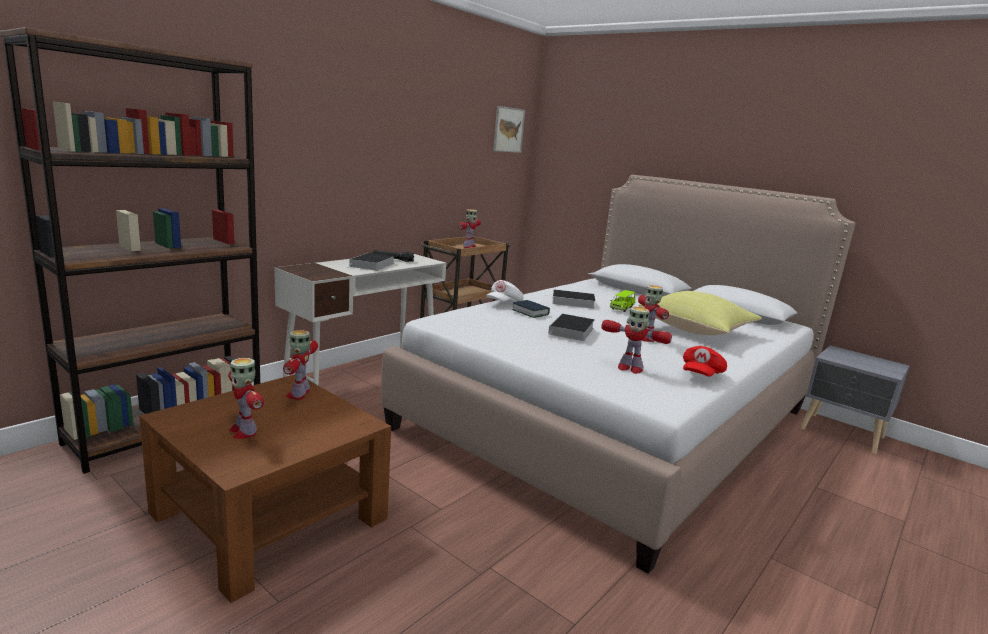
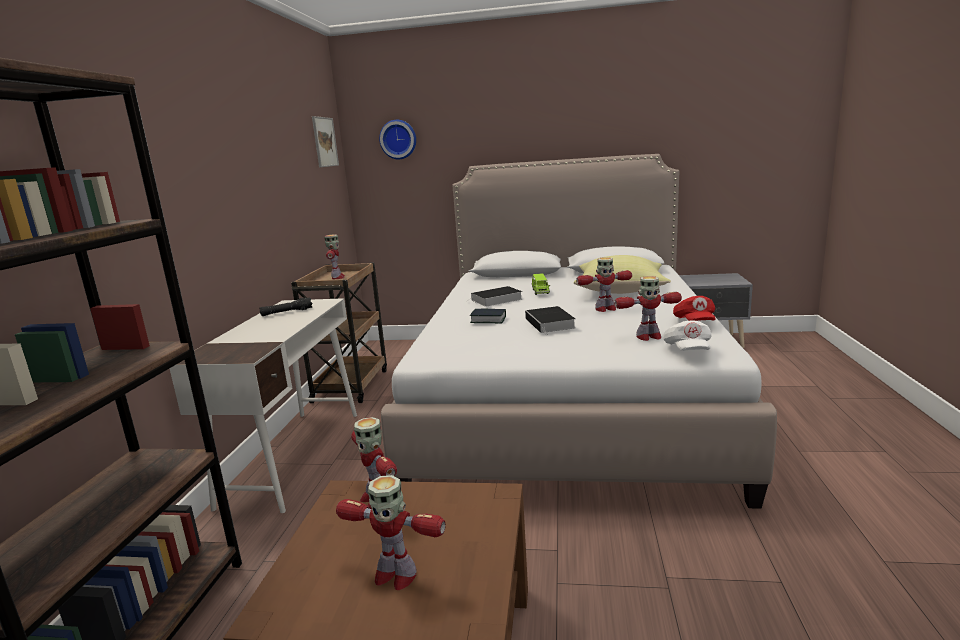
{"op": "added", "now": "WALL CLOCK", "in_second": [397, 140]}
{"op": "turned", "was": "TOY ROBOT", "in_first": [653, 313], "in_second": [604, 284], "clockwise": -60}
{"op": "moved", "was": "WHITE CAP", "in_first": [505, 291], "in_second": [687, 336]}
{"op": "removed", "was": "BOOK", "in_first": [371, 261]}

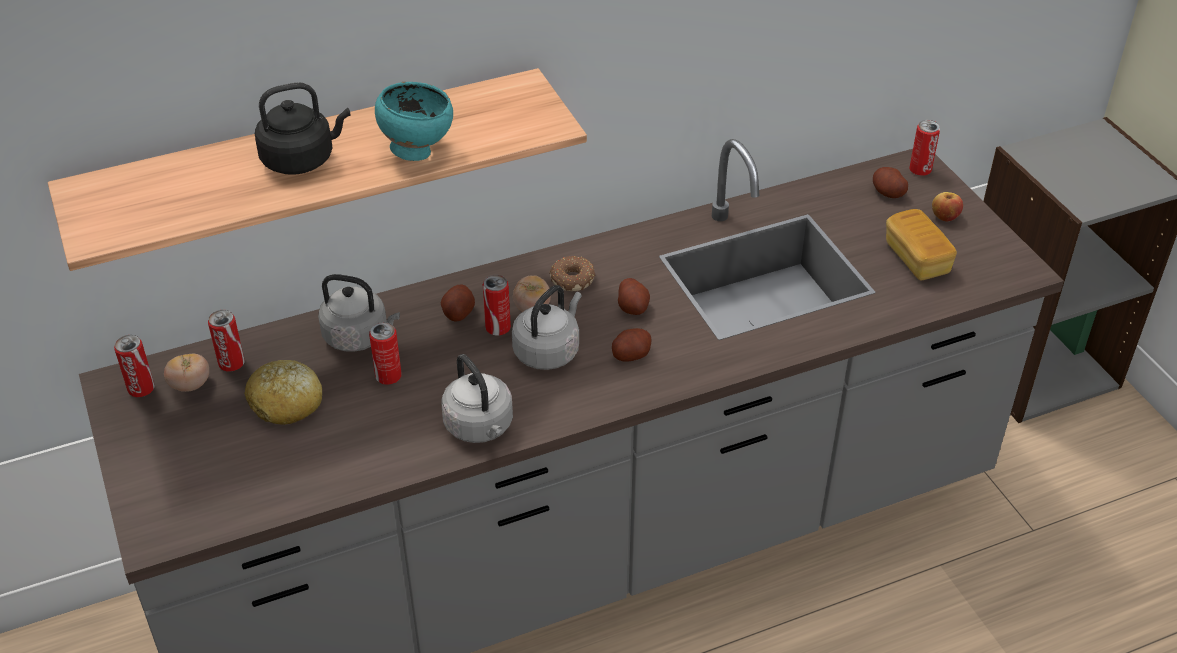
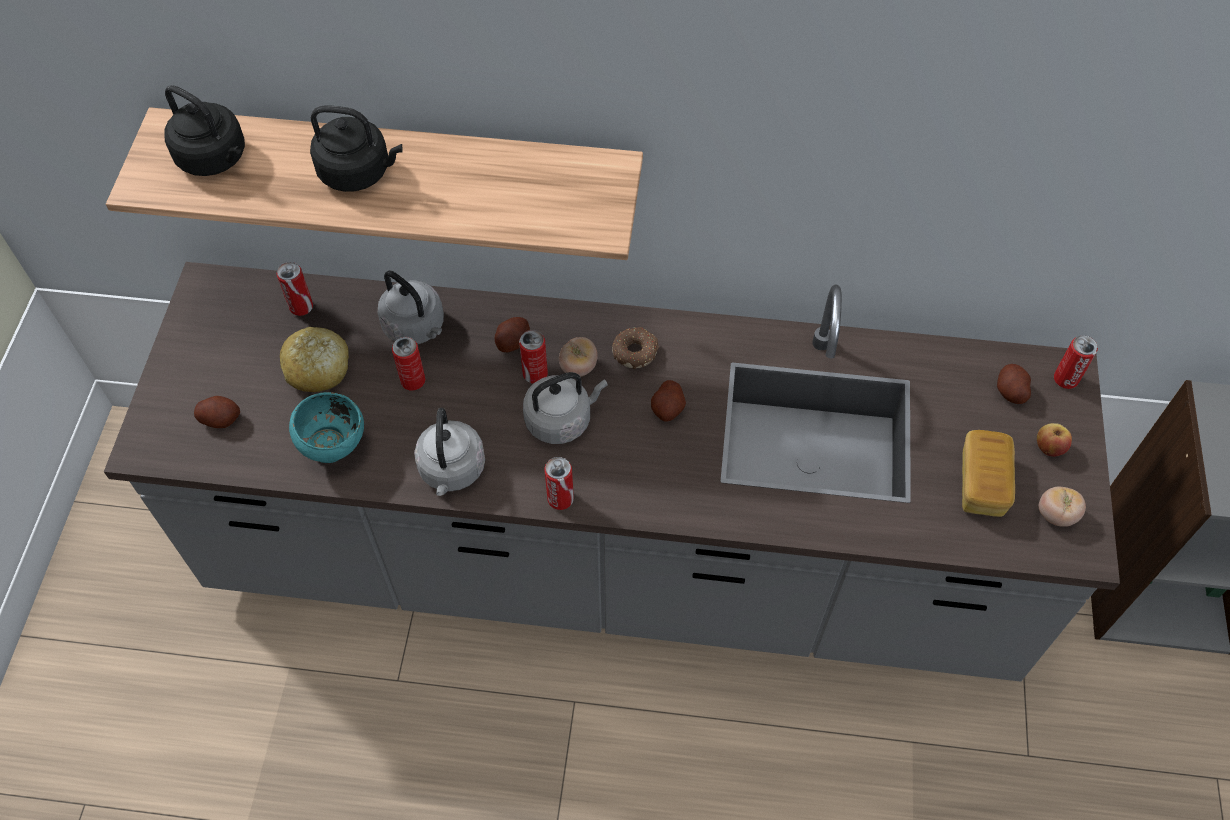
{"op": "added", "now": "BLACK KETTLE", "in_second": [204, 130]}
{"op": "moved", "was": "POTATO", "in_first": [631, 344], "in_second": [217, 412]}
{"op": "moved", "was": "TURQUOISE BOWL", "in_first": [414, 121], "in_second": [326, 427]}
{"op": "moved", "was": "CAN", "in_first": [134, 366], "in_second": [559, 483]}
{"op": "moved", "was": "TOMATO", "in_first": [186, 373], "in_second": [1062, 507]}

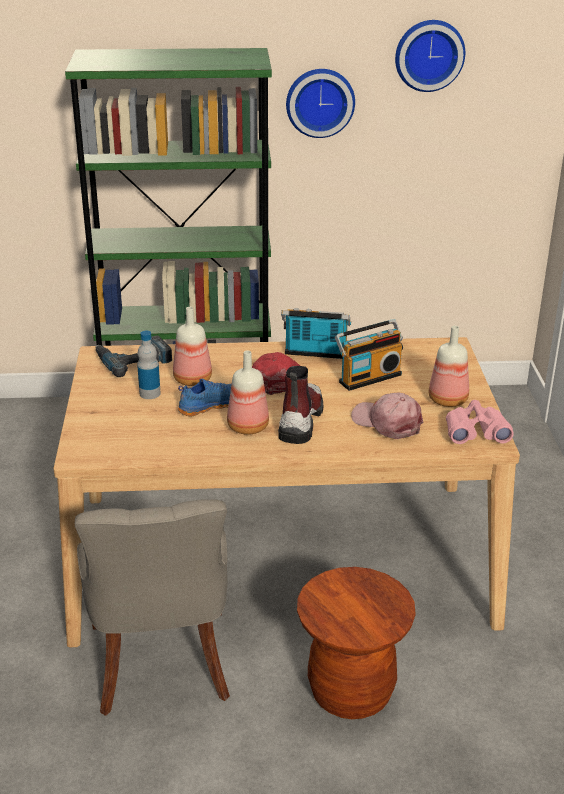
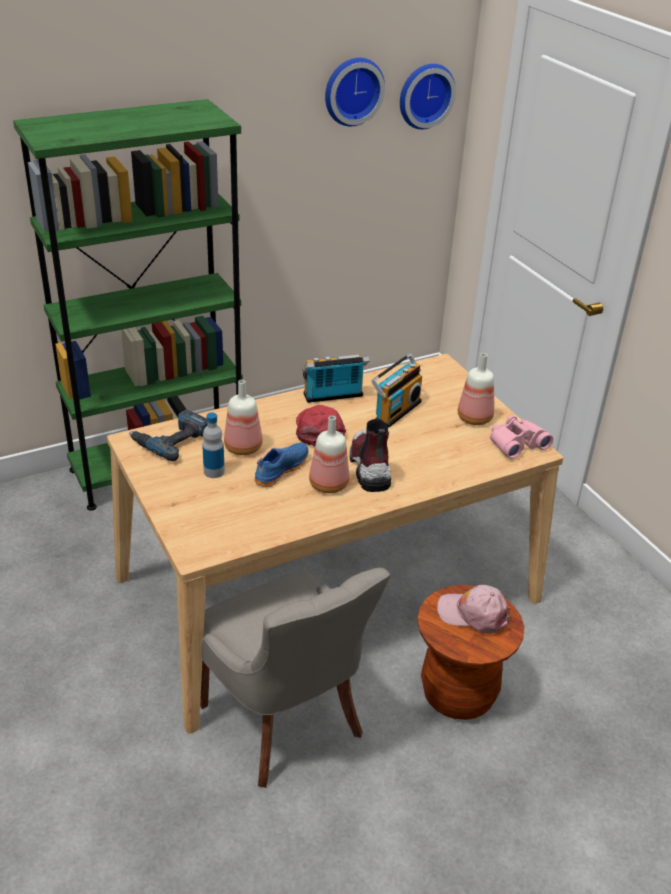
{"op": "moved", "was": "WALL CLOCK", "in_first": [320, 103], "in_second": [428, 96]}
{"op": "moved", "was": "PINK CAP", "in_first": [387, 415], "in_second": [473, 609]}

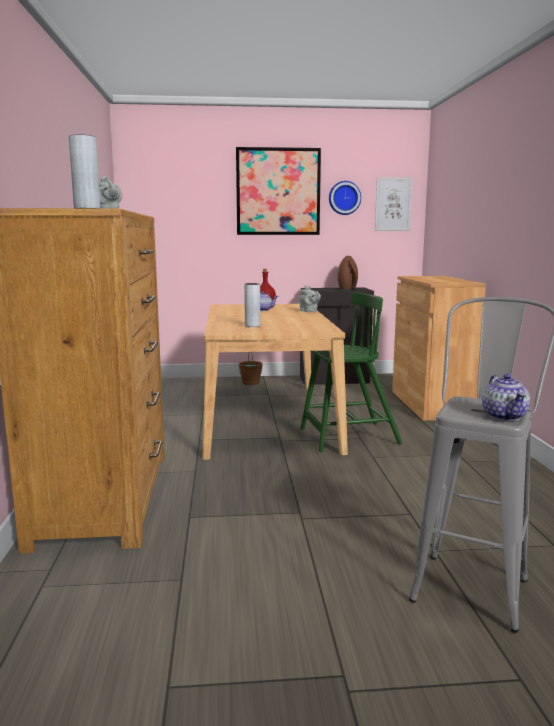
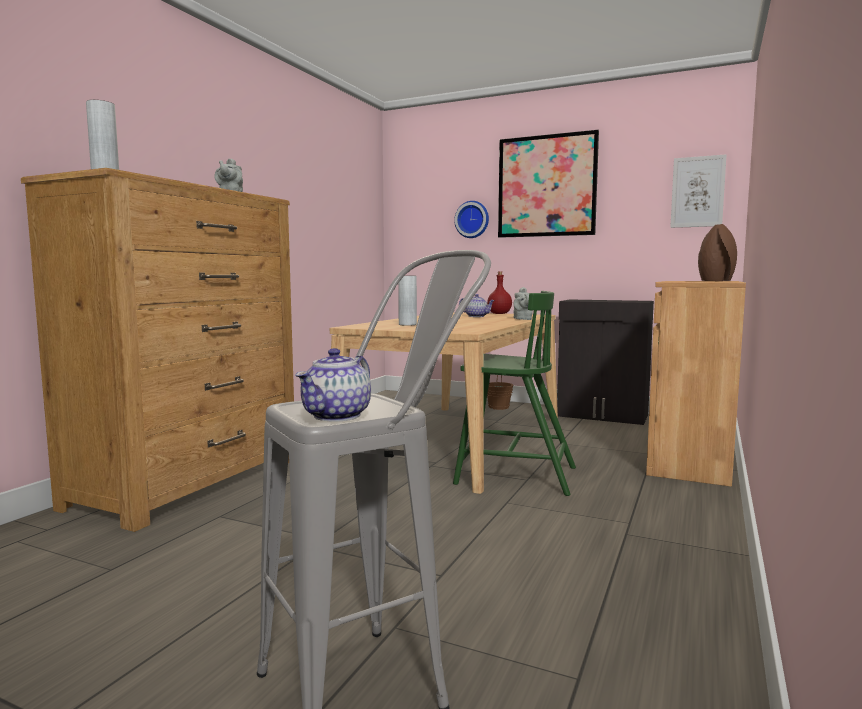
{"op": "moved", "was": "WALL CLOCK", "in_first": [345, 198], "in_second": [471, 219]}
{"op": "moved", "was": "BROWN VASE", "in_first": [347, 272], "in_second": [717, 252]}

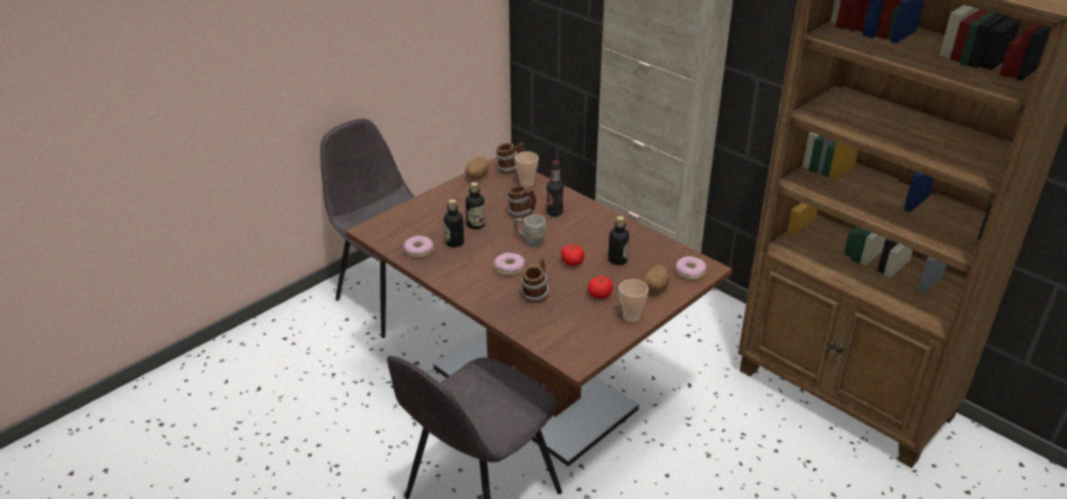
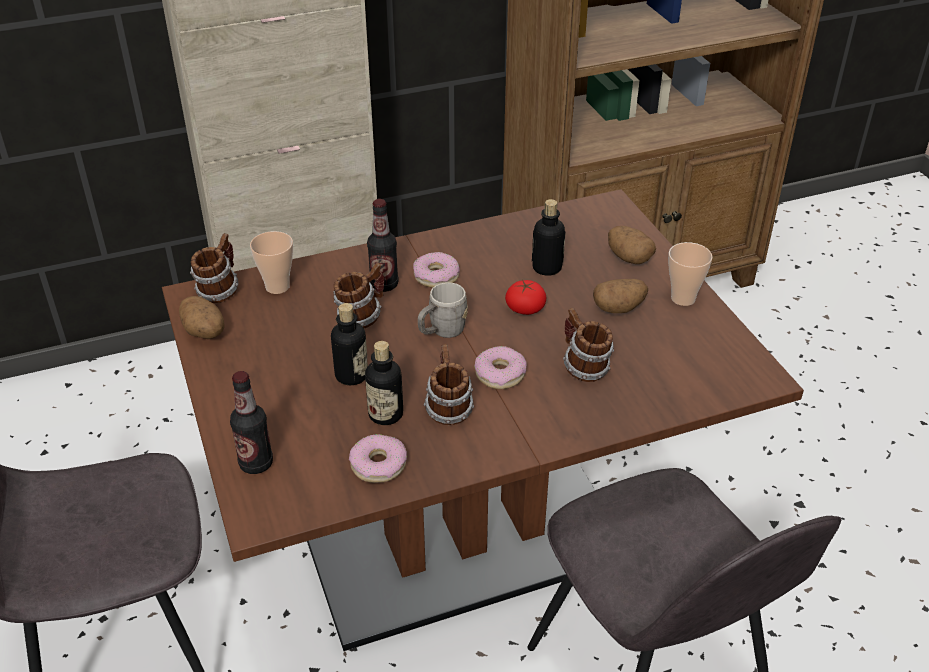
{"op": "added", "now": "BOTTLE", "in_second": [251, 422]}
{"op": "moved", "was": "DONUT", "in_first": [691, 268], "in_second": [436, 270]}
{"op": "added", "now": "MUG", "in_second": [449, 384]}
{"op": "replaced", "was": "TOMATO", "now": "POTATO", "in_first": [600, 287], "in_second": [620, 296]}

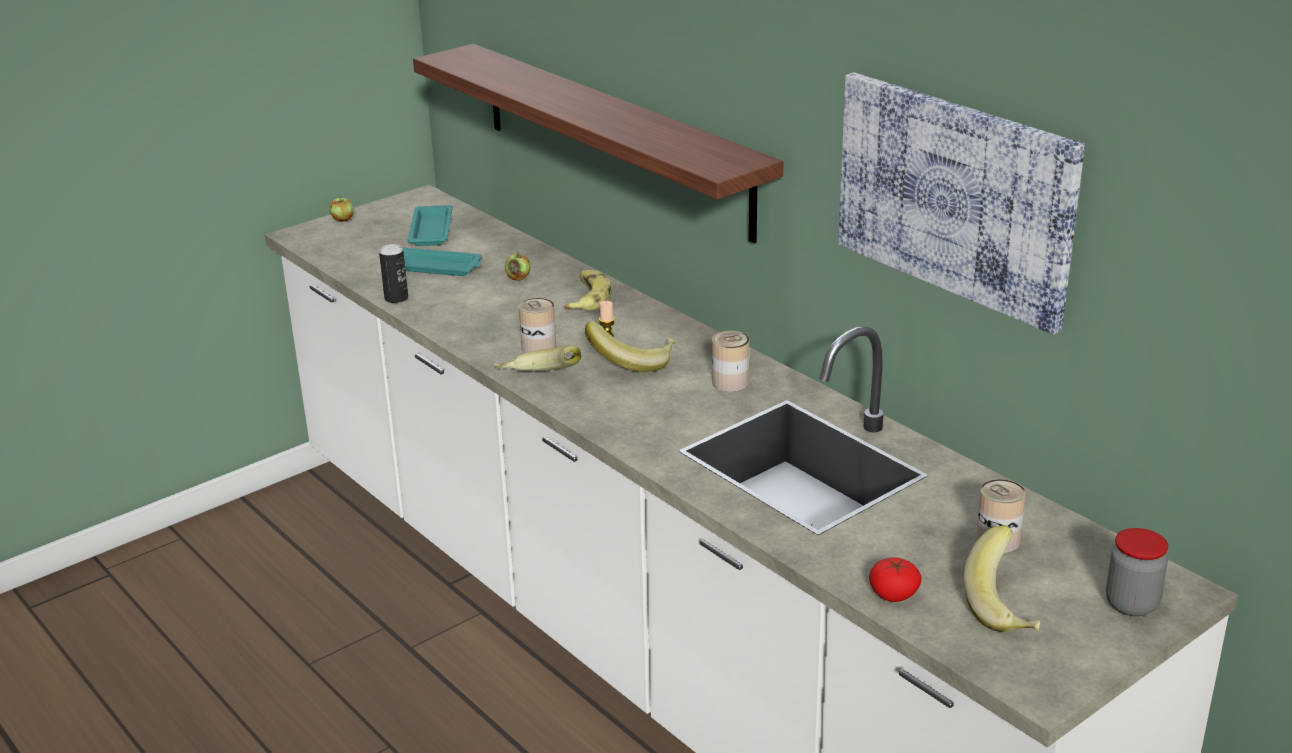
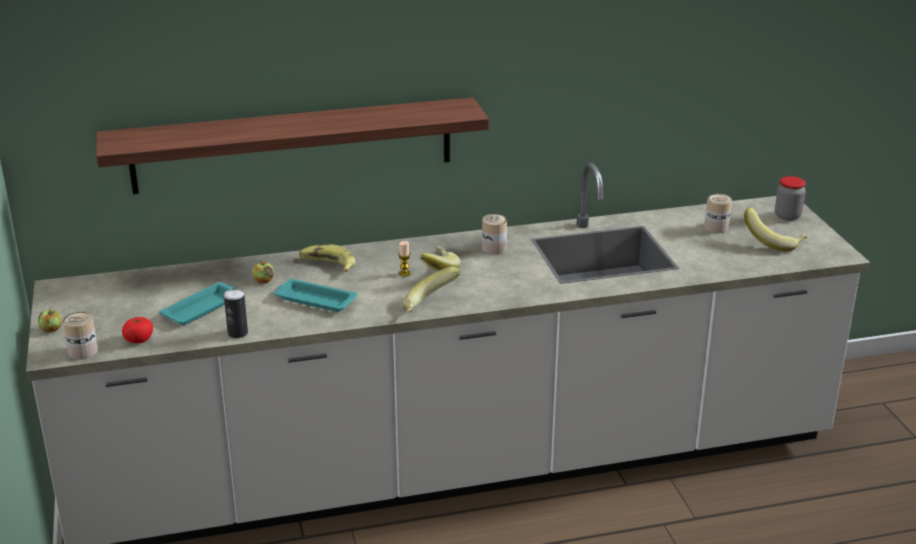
{"op": "moved", "was": "CAN", "in_first": [537, 325], "in_second": [80, 336]}
{"op": "moved", "was": "TOMATO", "in_first": [895, 579], "in_second": [137, 330]}
{"op": "moved", "was": "TURQUOISE TRAY", "in_first": [430, 225], "in_second": [316, 295]}
{"op": "removed", "was": "PICTURE", "in_first": [961, 203]}

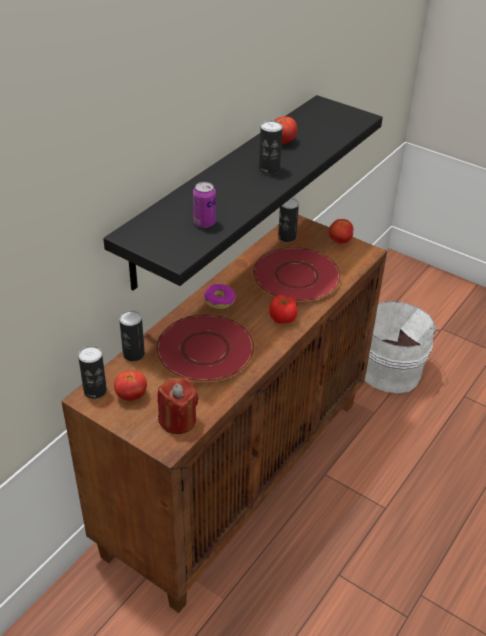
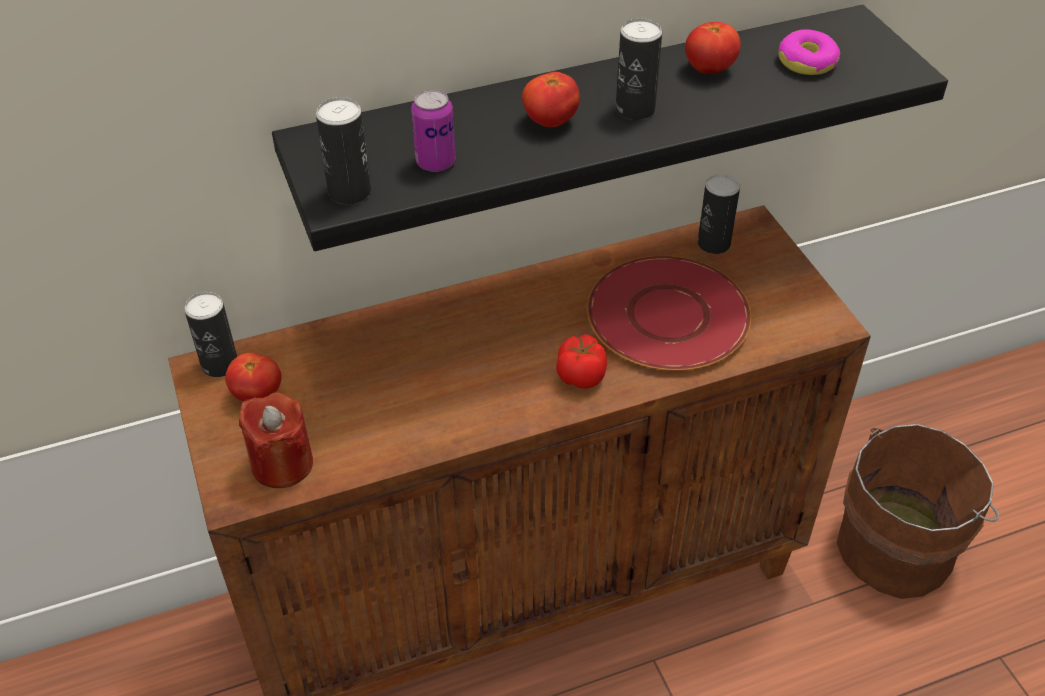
{"op": "moved", "was": "CAN", "in_first": [132, 335], "in_second": [343, 150]}
{"op": "moved", "was": "TOMATO", "in_first": [341, 231], "in_second": [551, 99]}
{"op": "moved", "was": "DONUT", "in_first": [220, 296], "in_second": [809, 52]}
{"op": "recoloured", "was": "WHITE BUCKET", "now": "BROWN BUCKET", "in_first": [402, 347], "in_second": [918, 511]}
{"op": "removed", "was": "RED PLATE", "in_first": [205, 348]}

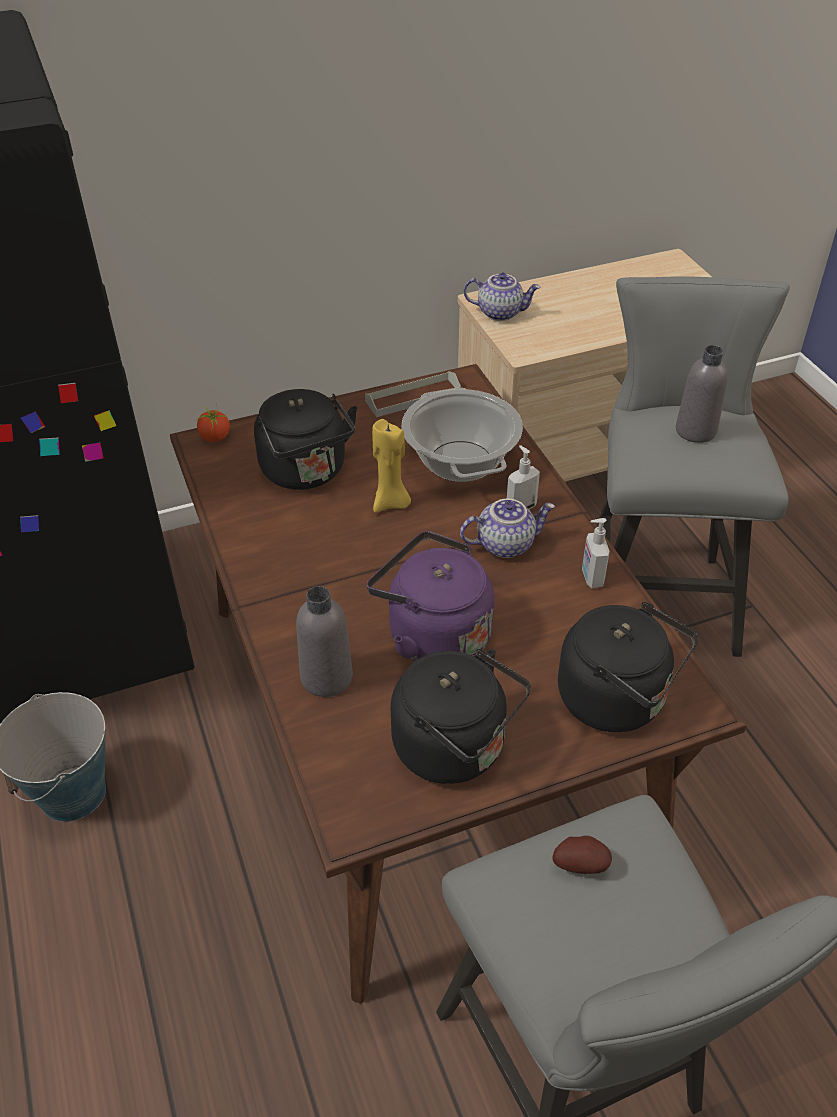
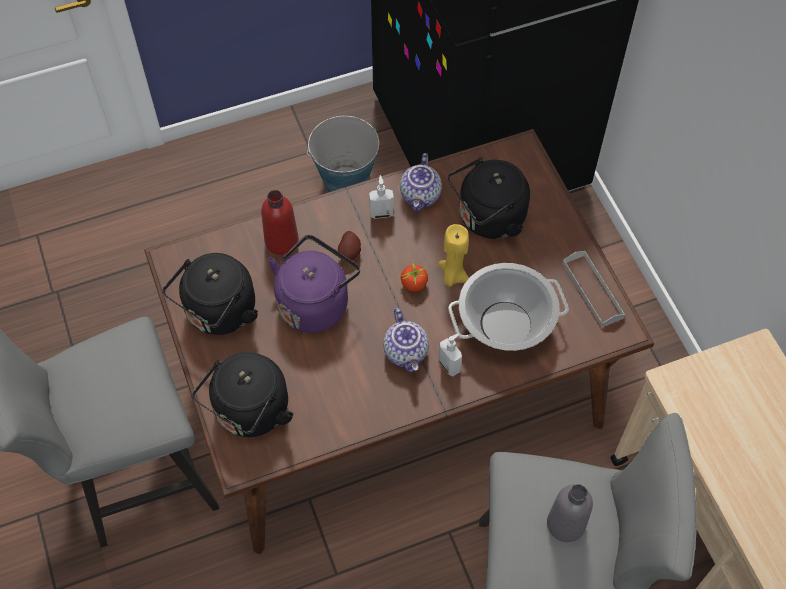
{"op": "recoloured", "was": "GREY BOTTLE", "now": "RED BOTTLE", "in_first": [324, 641], "in_second": [280, 222]}
{"op": "moved", "was": "POTATO", "in_first": [582, 855], "in_second": [349, 245]}
{"op": "moved", "was": "SOAP DISPENSER", "in_first": [596, 553], "in_second": [381, 197]}
{"op": "moved", "was": "TEAPOT", "in_first": [502, 297], "in_second": [421, 182]}
{"op": "moved", "was": "TOMATO", "in_first": [212, 423], "in_second": [415, 277]}

